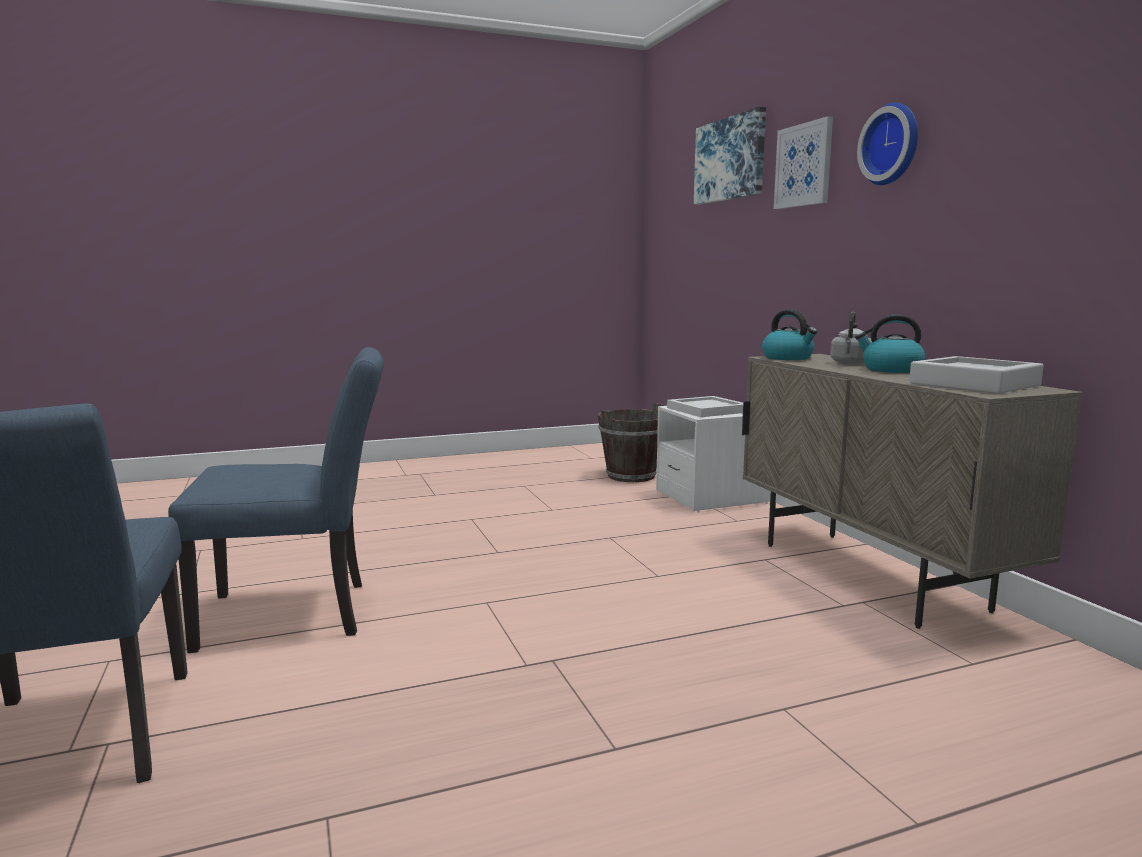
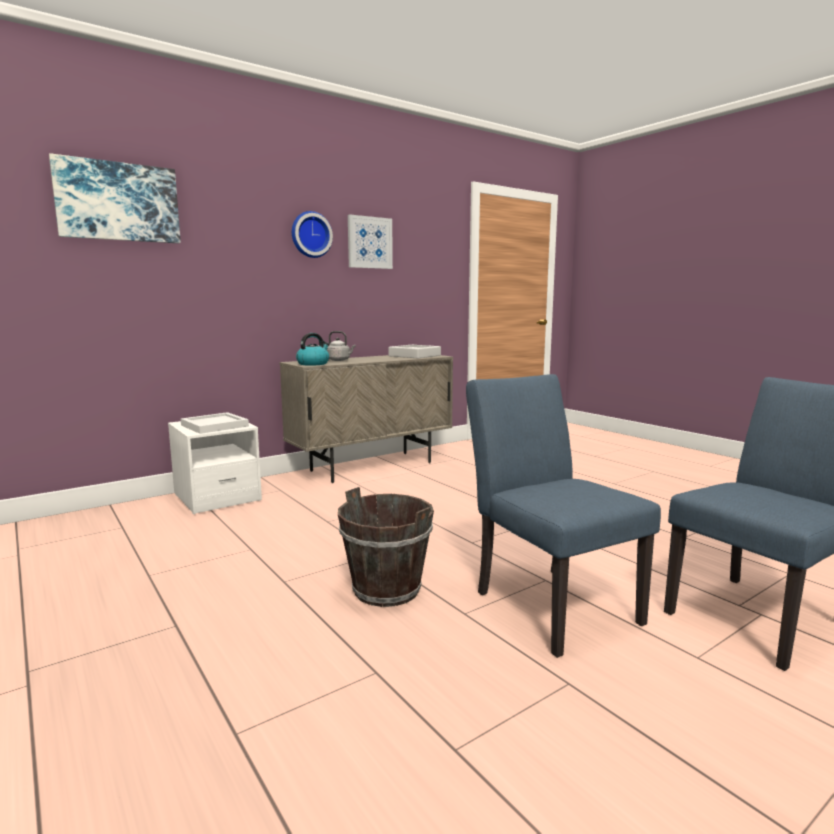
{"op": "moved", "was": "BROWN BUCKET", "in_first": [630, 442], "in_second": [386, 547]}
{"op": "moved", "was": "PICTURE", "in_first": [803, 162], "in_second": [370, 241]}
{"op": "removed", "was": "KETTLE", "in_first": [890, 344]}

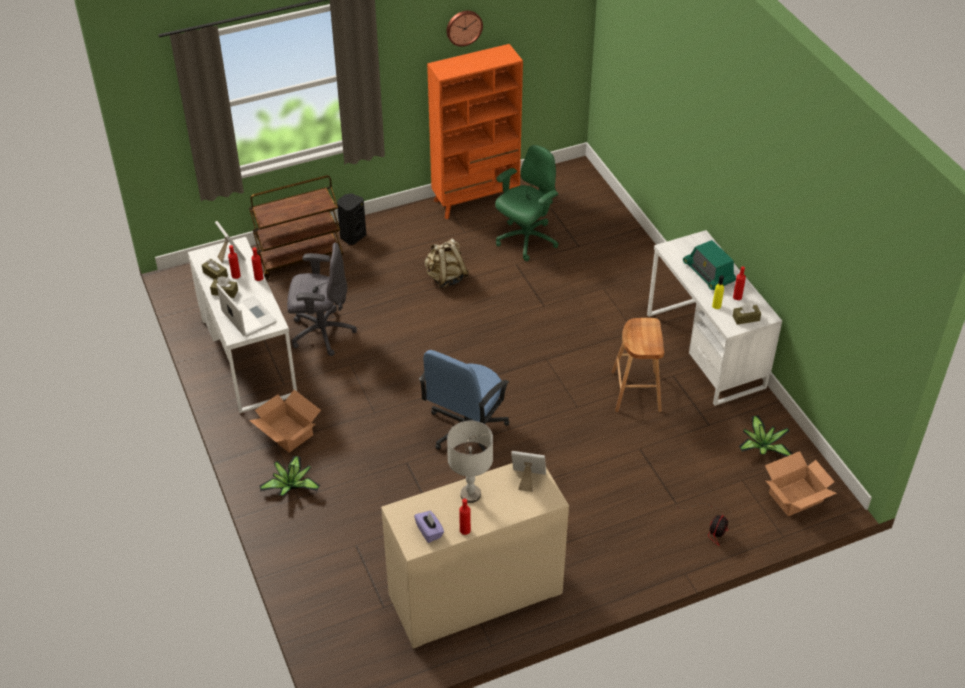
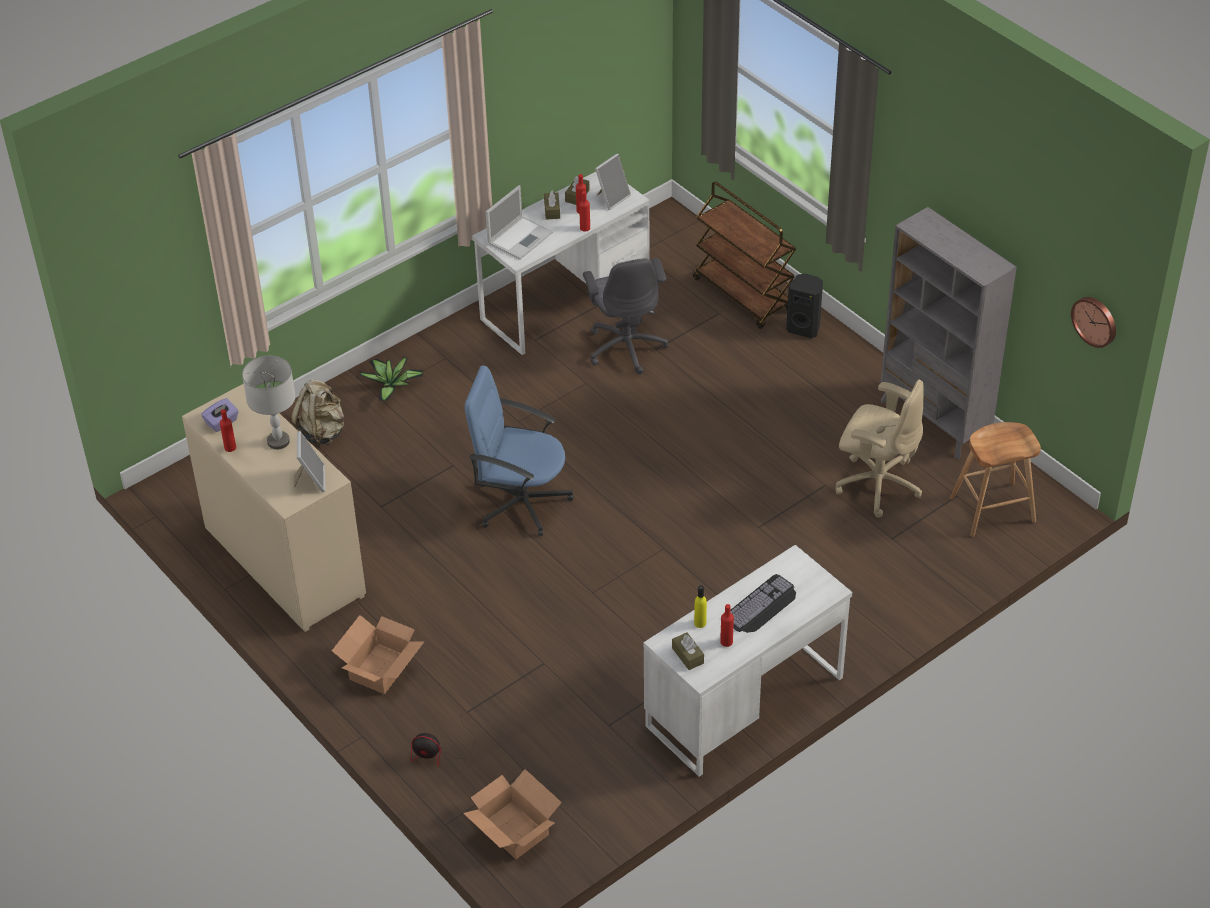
{"op": "moved", "was": "BEIGE BACKPACK", "in_first": [447, 263], "in_second": [317, 412]}
{"op": "moved", "was": "CARDBOARD BOX", "in_first": [285, 421], "in_second": [378, 654]}
{"op": "replaced", "was": "RADIO", "now": "KEYBOARD", "in_first": [709, 265], "in_second": [763, 603]}
{"op": "recoloured", "was": "GREEN OFFICE CHAIR", "now": "BEIGE OFFICE CHAIR", "in_first": [527, 203], "in_second": [879, 449]}
{"op": "recoloured", "was": "ORANGE BOOKCASE", "now": "GREY BOOKCASE", "in_first": [475, 131], "in_second": [949, 333]}
{"op": "moved", "was": "BROWN STOOL", "in_first": [637, 365], "in_second": [995, 479]}
{"op": "moved", "was": "WALL CLOCK", "in_first": [464, 28], "in_second": [1093, 322]}
{"op": "removed", "was": "POTTED PLANT", "in_first": [765, 436]}

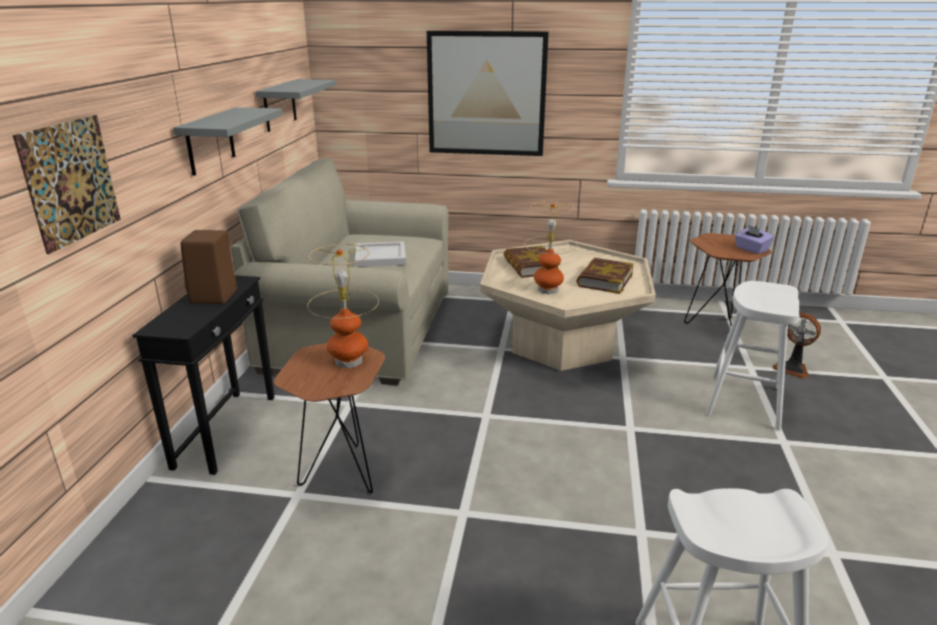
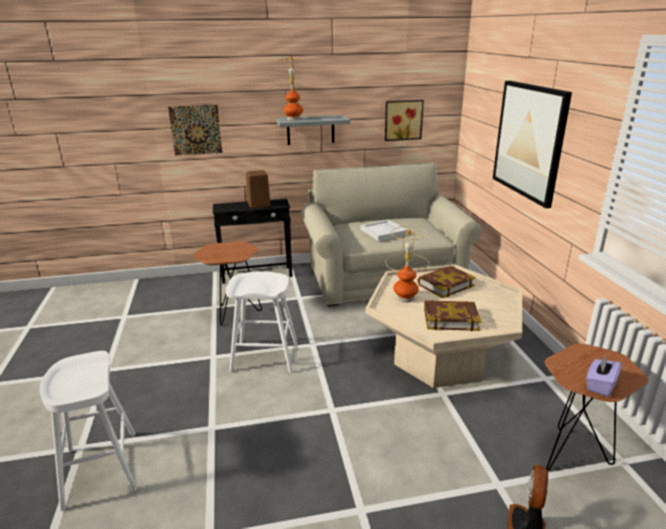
{"op": "moved", "was": "WHITE STOOL", "in_first": [753, 356], "in_second": [262, 322]}
{"op": "moved", "was": "TABLE LAMP", "in_first": [343, 306], "in_second": [293, 88]}
{"op": "replaced", "was": "GREY SHELF", "now": "PICTURE", "in_first": [296, 105], "in_second": [404, 120]}

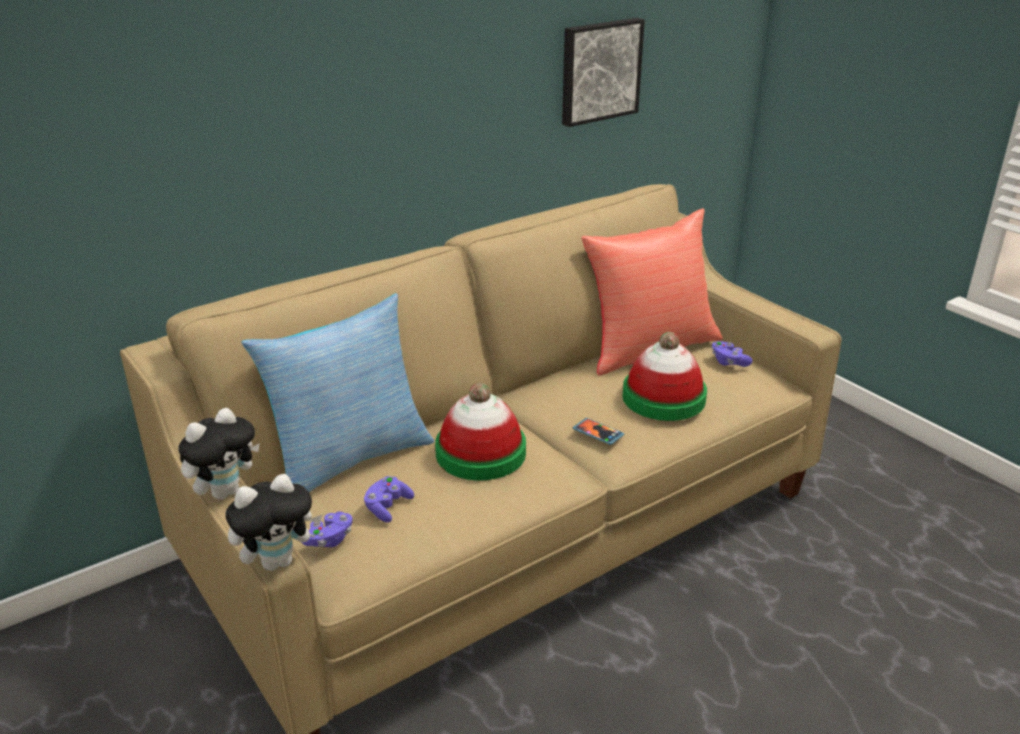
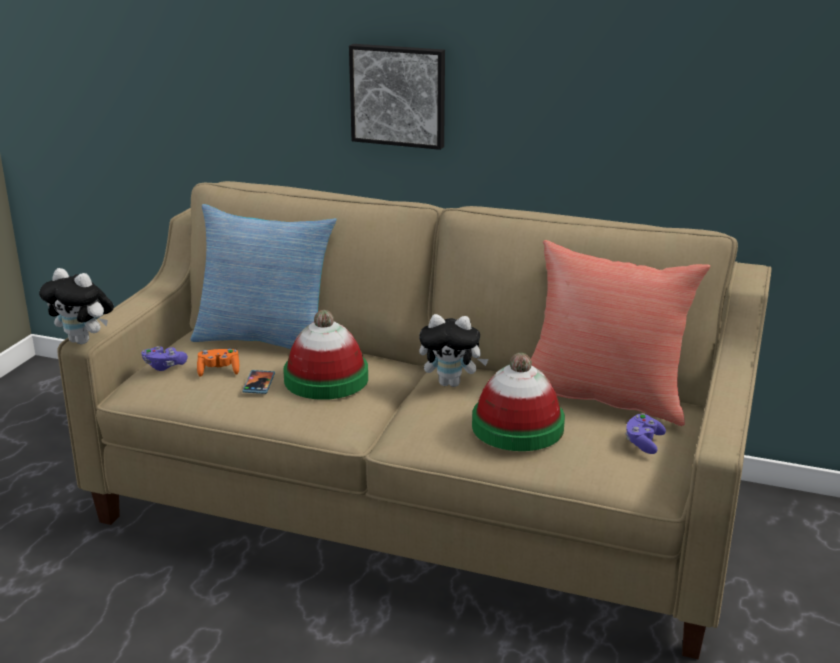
{"op": "recoloured", "was": "PURPLE GAME CONTROLLER", "now": "ORANGE GAME CONTROLLER", "in_first": [389, 499], "in_second": [218, 363]}
{"op": "moved", "was": "PHONE", "in_first": [598, 431], "in_second": [258, 382]}
{"op": "moved", "was": "PICTURE", "in_first": [603, 72], "in_second": [397, 97]}
{"op": "moved", "was": "PLUSH TOY", "in_first": [219, 454], "in_second": [454, 350]}

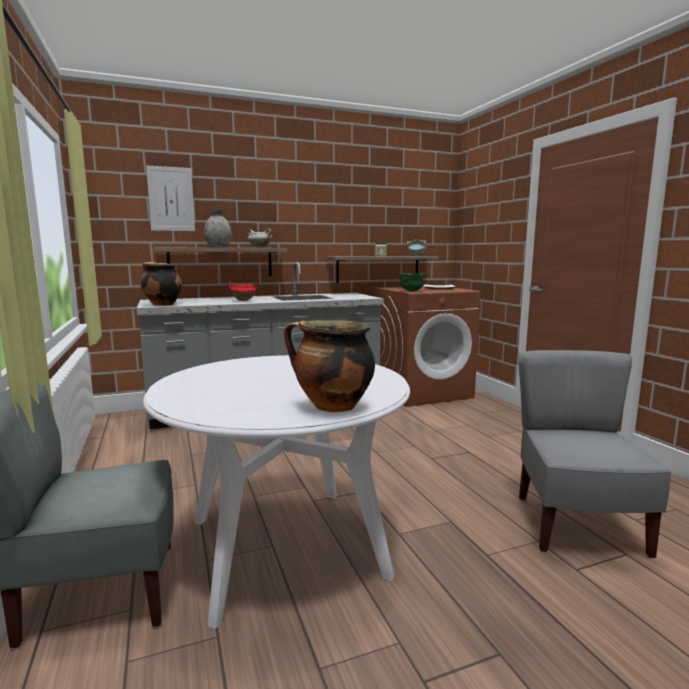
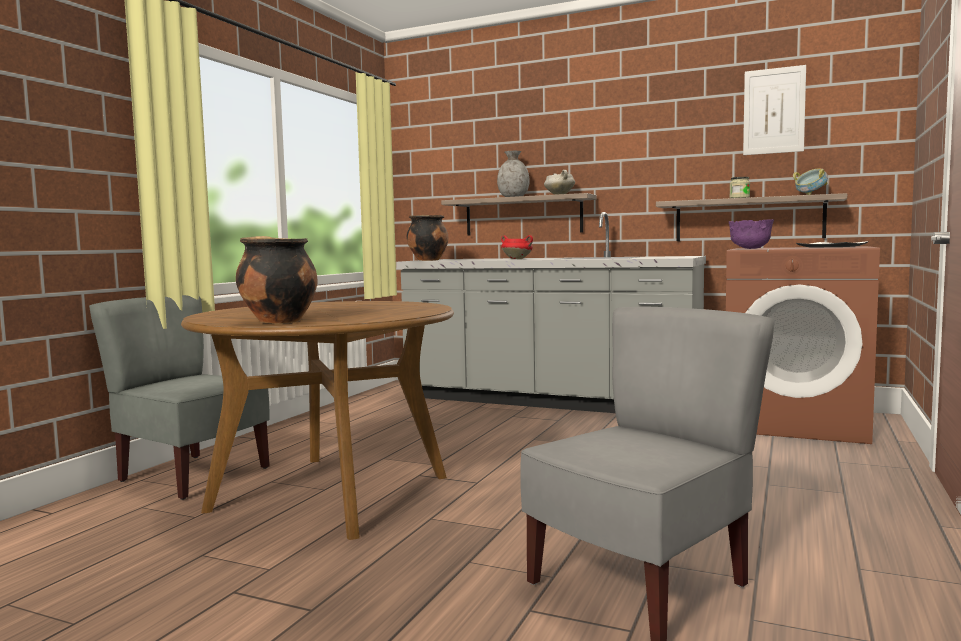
{"op": "recoloured", "was": "WHITE DINING TABLE", "now": "BROWN DINING TABLE", "in_first": [276, 492], "in_second": [317, 420]}
{"op": "recoloured", "was": "GREEN BOWL", "now": "PURPLE BOWL", "in_first": [412, 282], "in_second": [751, 234]}
{"op": "moved", "was": "PICTURE", "in_first": [170, 198], "in_second": [774, 110]}

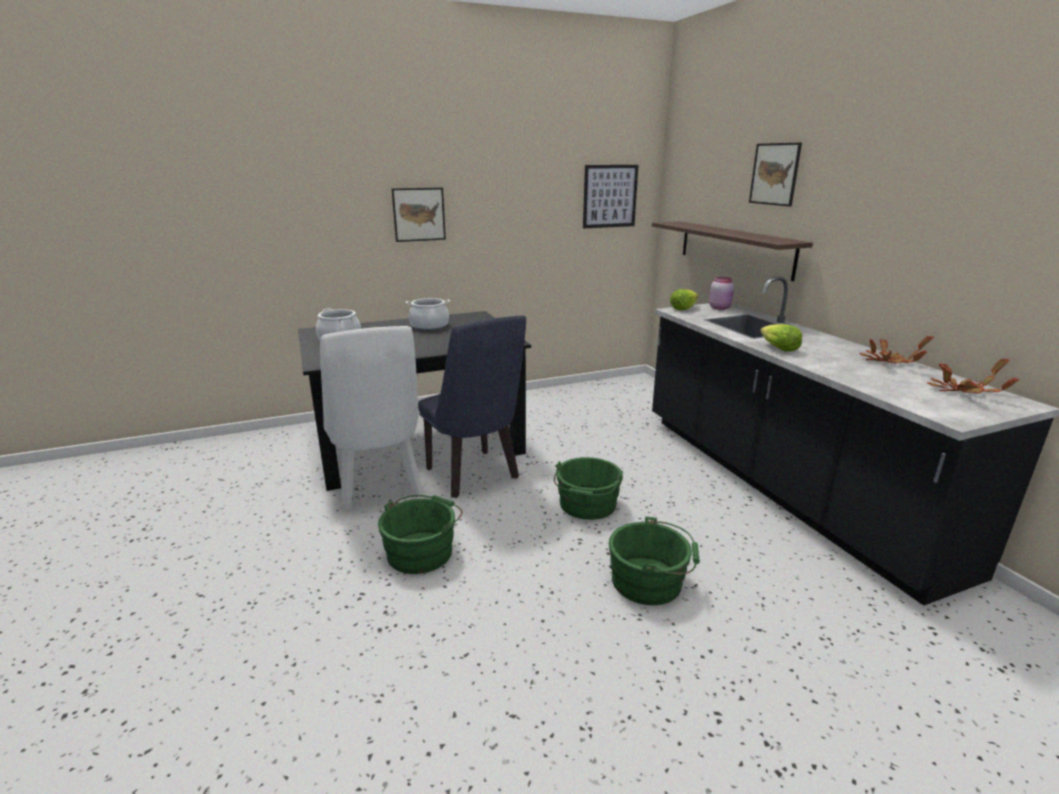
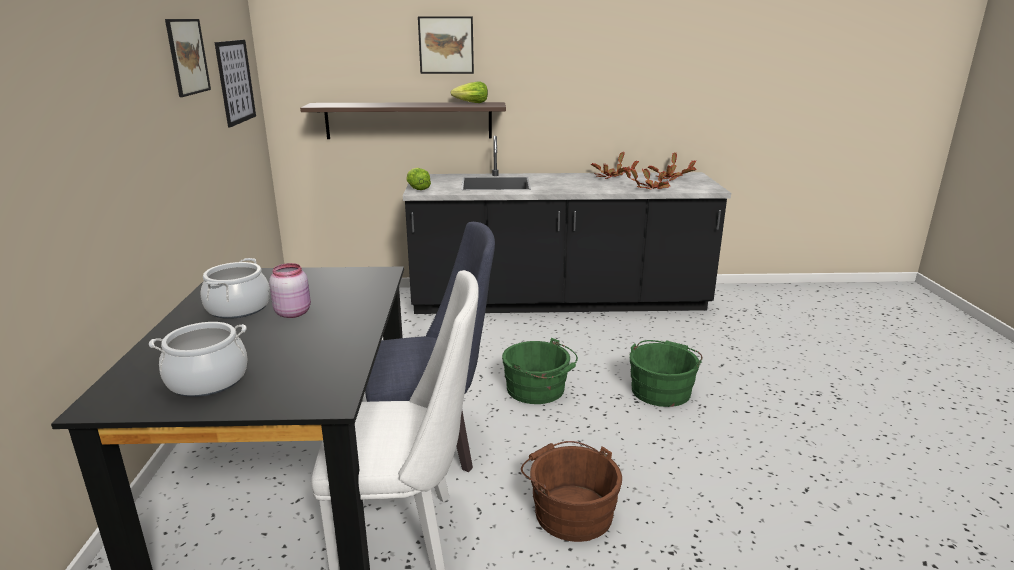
{"op": "moved", "was": "PICTURE", "in_first": [419, 215], "in_second": [188, 58]}
{"op": "moved", "was": "PINK JAR", "in_first": [721, 293], "in_second": [290, 290]}
{"op": "moved", "was": "LETTUCE", "in_first": [781, 338], "in_second": [469, 92]}
{"op": "recoloured", "was": "GREEN BUCKET", "now": "BROWN BUCKET", "in_first": [420, 534], "in_second": [571, 491]}
{"op": "added", "now": "POTTED PLANT", "in_second": [647, 178]}

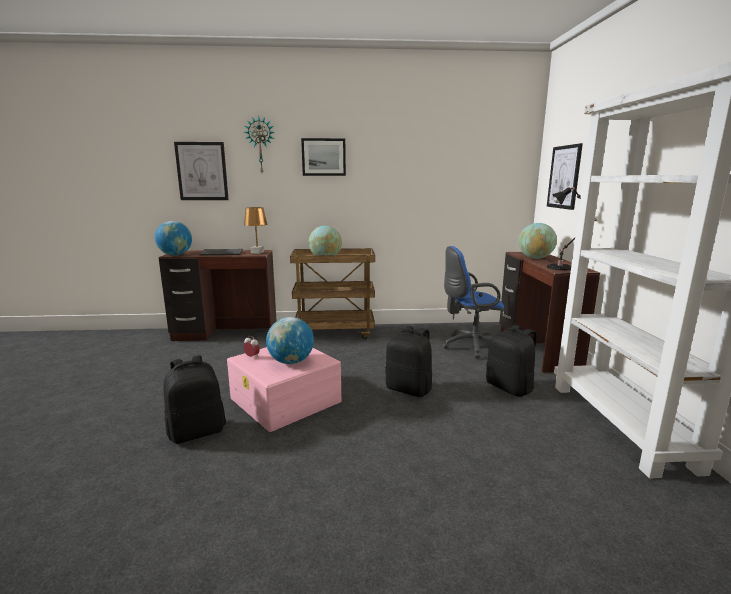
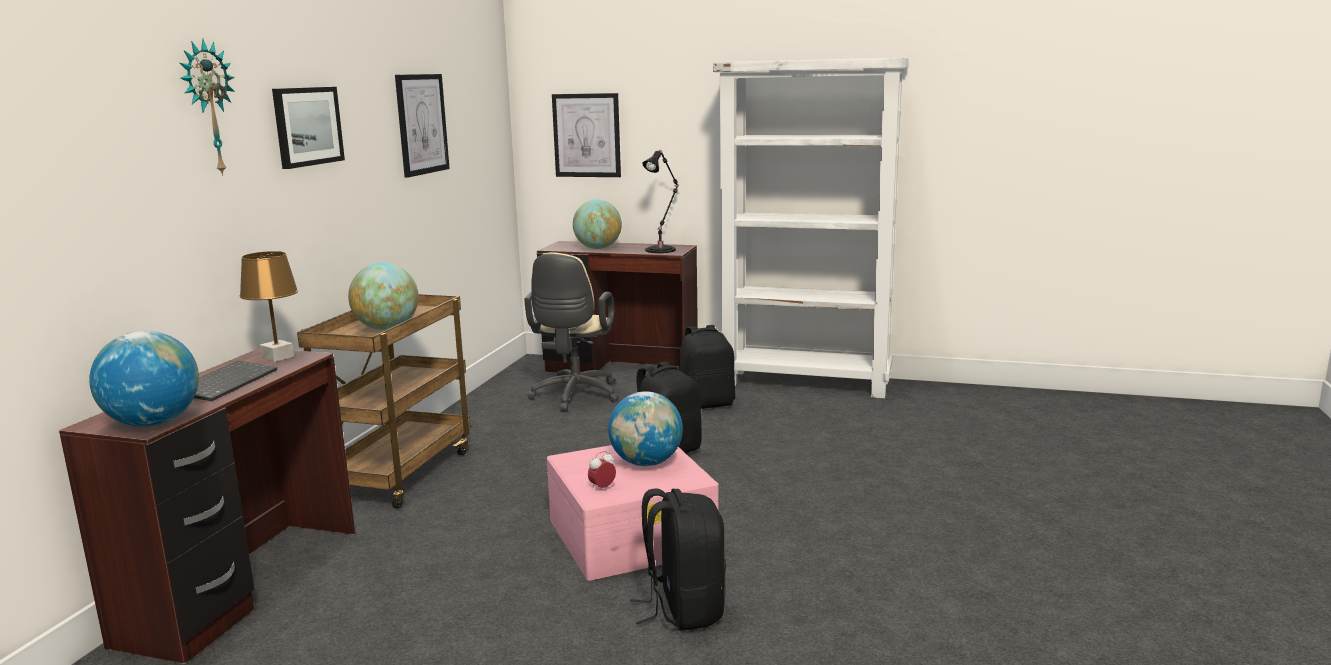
{"op": "moved", "was": "PICTURE", "in_first": [201, 171], "in_second": [422, 126]}
{"op": "recoloured", "was": "BLUE OFFICE CHAIR", "now": "BEIGE OFFICE CHAIR", "in_first": [473, 302], "in_second": [571, 332]}

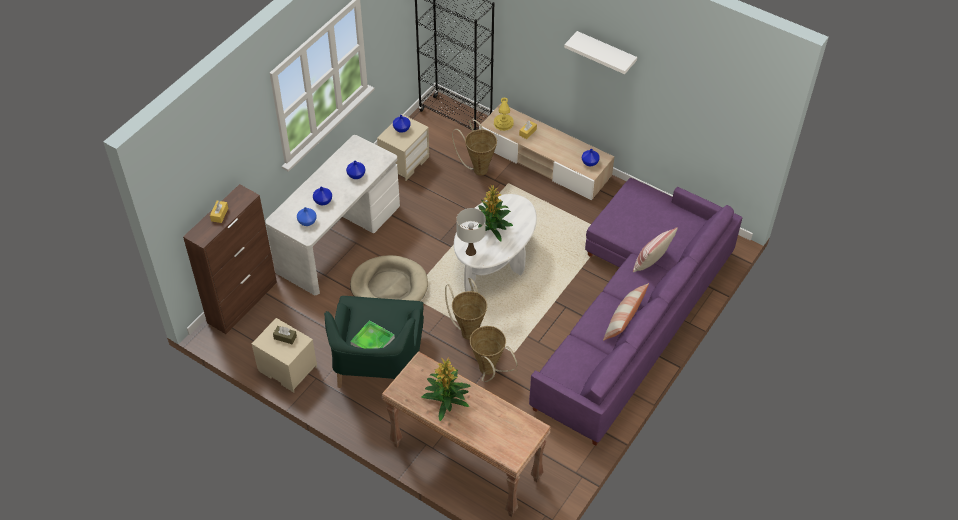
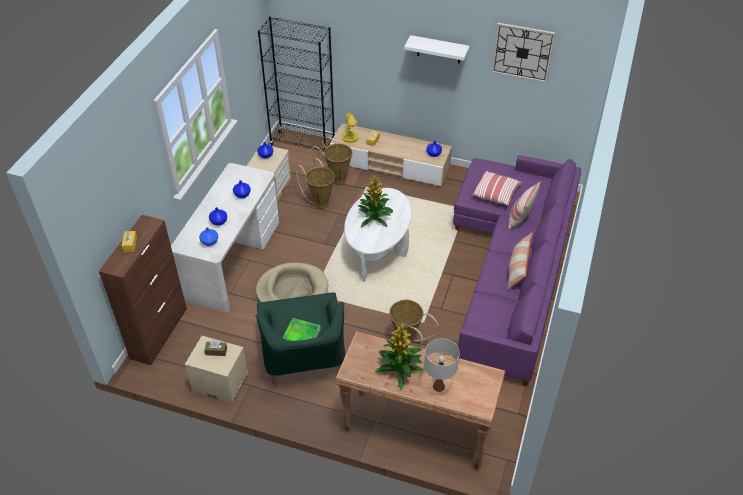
{"op": "moved", "was": "BASKET", "in_first": [466, 309], "in_second": [315, 184]}
{"op": "moved", "was": "WHITE TABLE LAMP", "in_first": [471, 232], "in_second": [442, 365]}
{"op": "added", "now": "PILLOW", "in_second": [497, 188]}
{"op": "added", "now": "WALL CLOCK", "in_second": [523, 53]}

